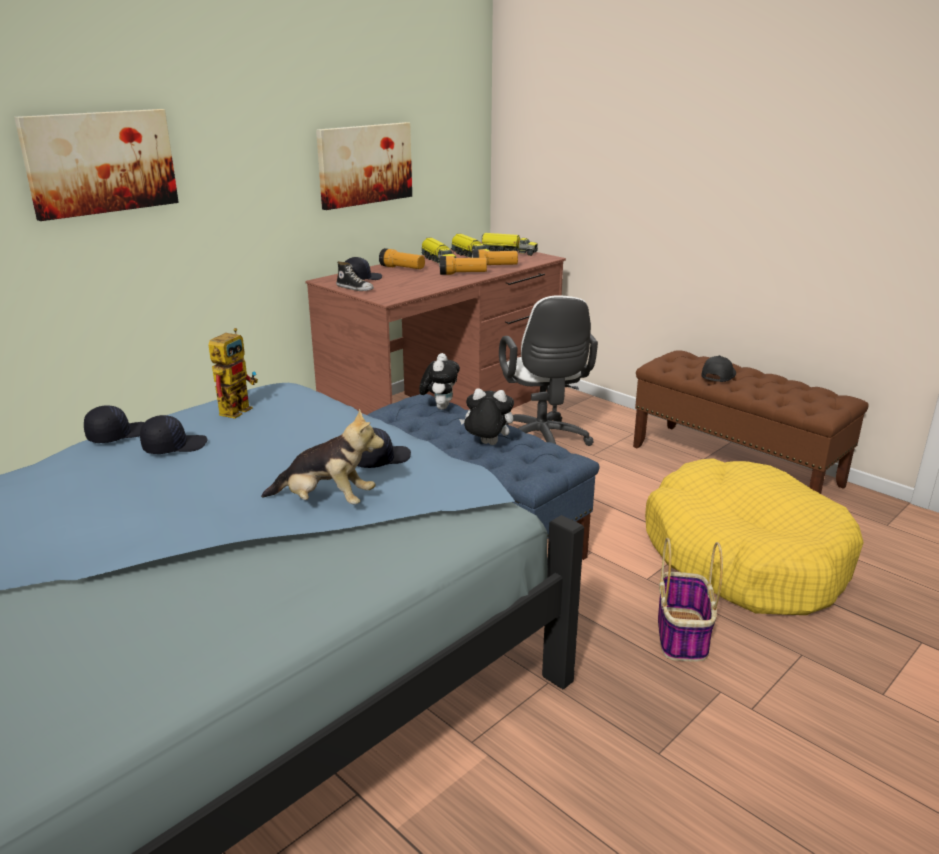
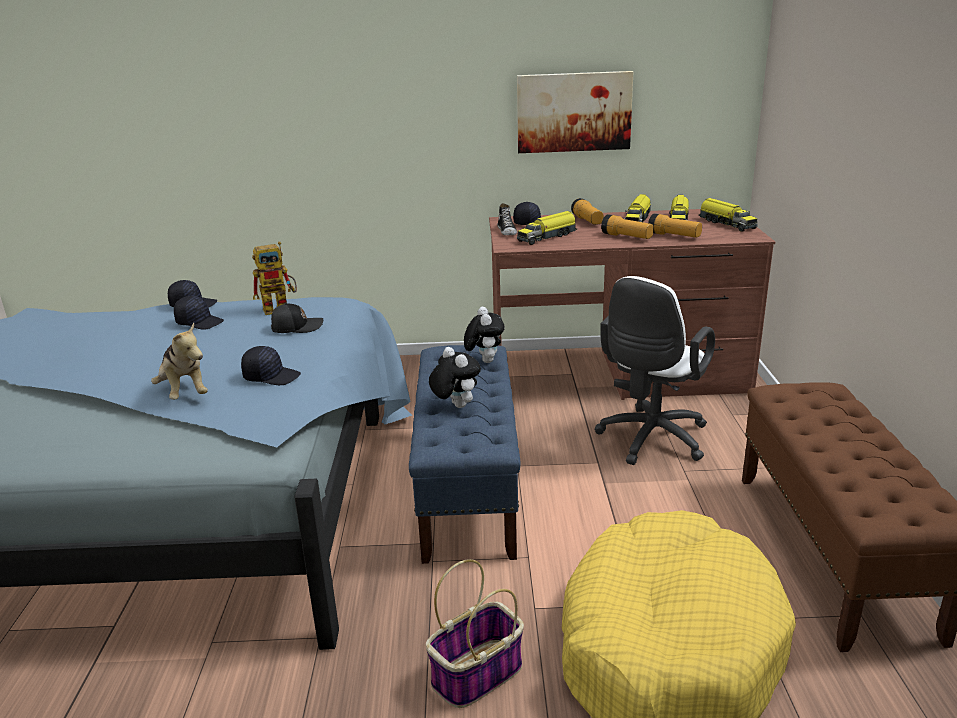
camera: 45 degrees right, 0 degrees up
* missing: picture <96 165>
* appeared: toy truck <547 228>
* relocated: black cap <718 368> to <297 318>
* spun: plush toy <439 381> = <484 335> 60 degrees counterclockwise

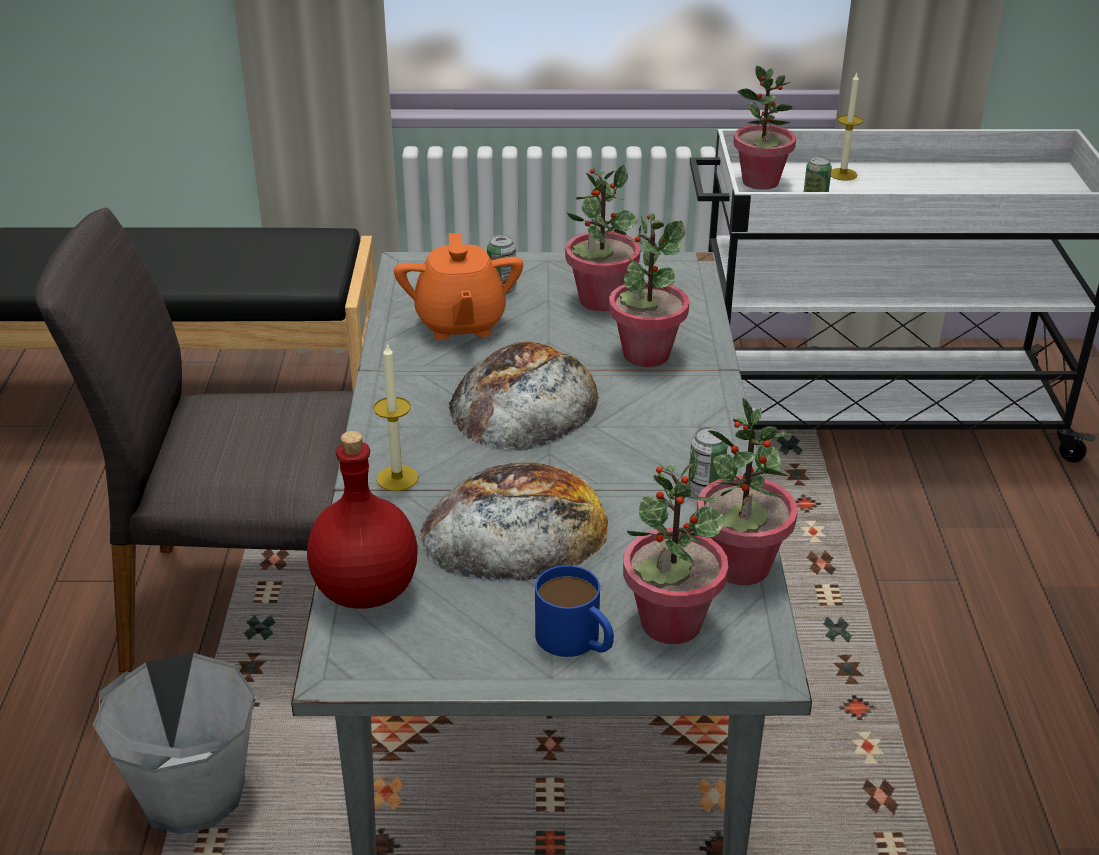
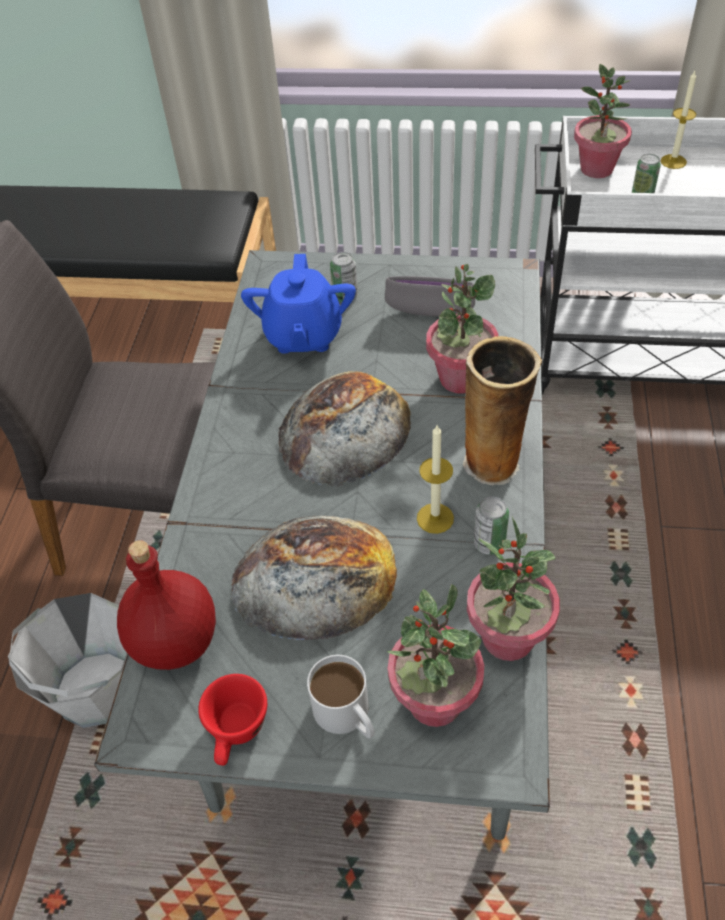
camera: 10 degrees right, 15 degrees up
* appeared: red cup <232 720>
* appeared: vase <502 410>
* relocated: candle <395 417> to <435 479>
* exchanged: potted plant <603 238> to grey bowl <430 296>
* colour: orange teapot <458 286> to blue teapot <298 304>
* colour: blue mug <574 611> to white mug <341 697>

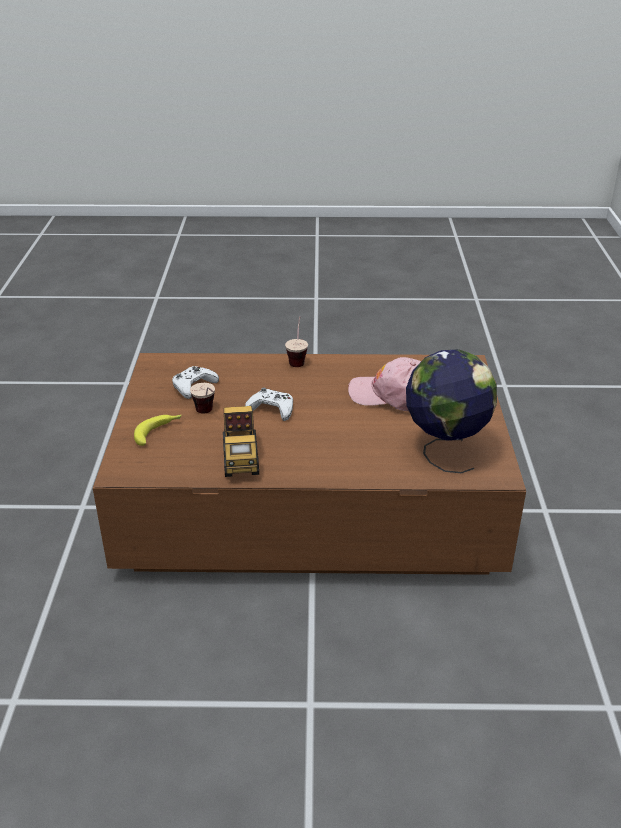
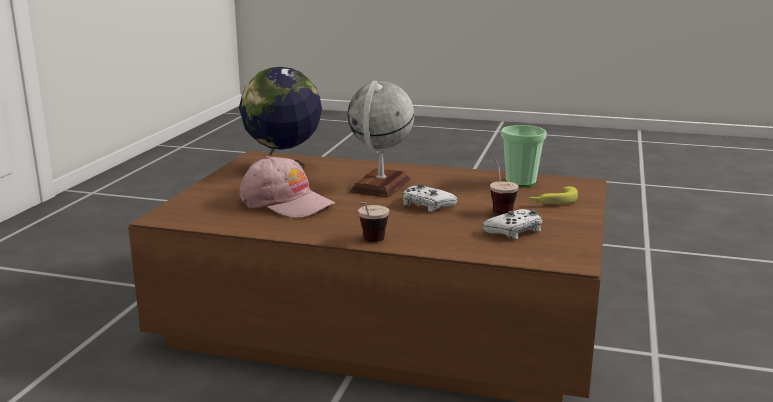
camera: 165 degrees left, 15 degrees down
* missing: toy truck <241 441>
* appeared: globe <380 138>
* appeared: cup <524 156>

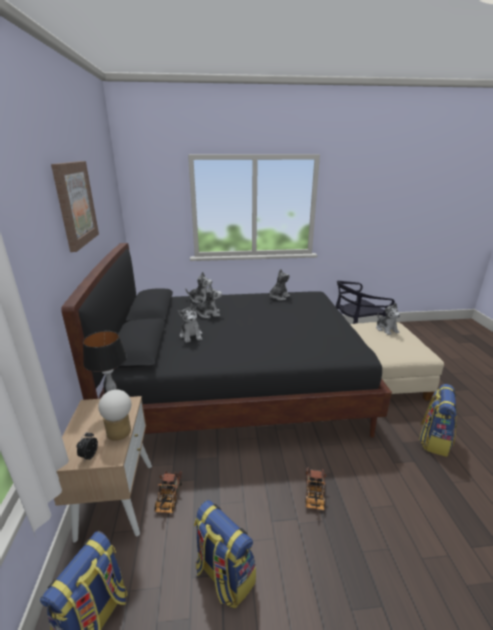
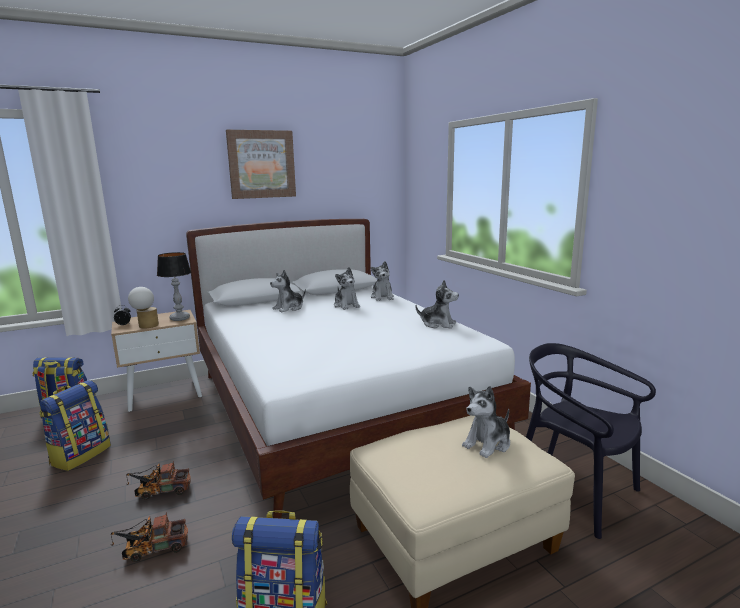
camera: 70 degrees right, 10 degrees down
* relocated: toy truck <168 493> to <149 537>
* colour: black bed <226 340> to white bed <358 369>

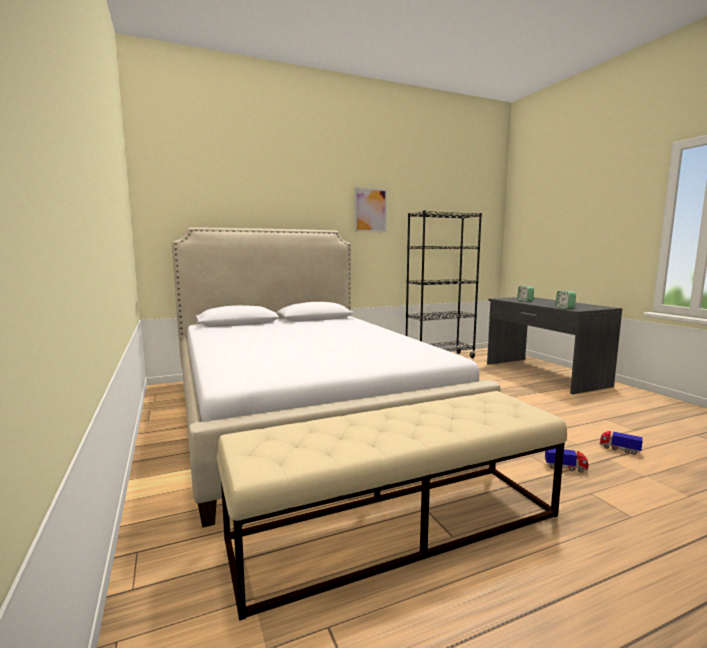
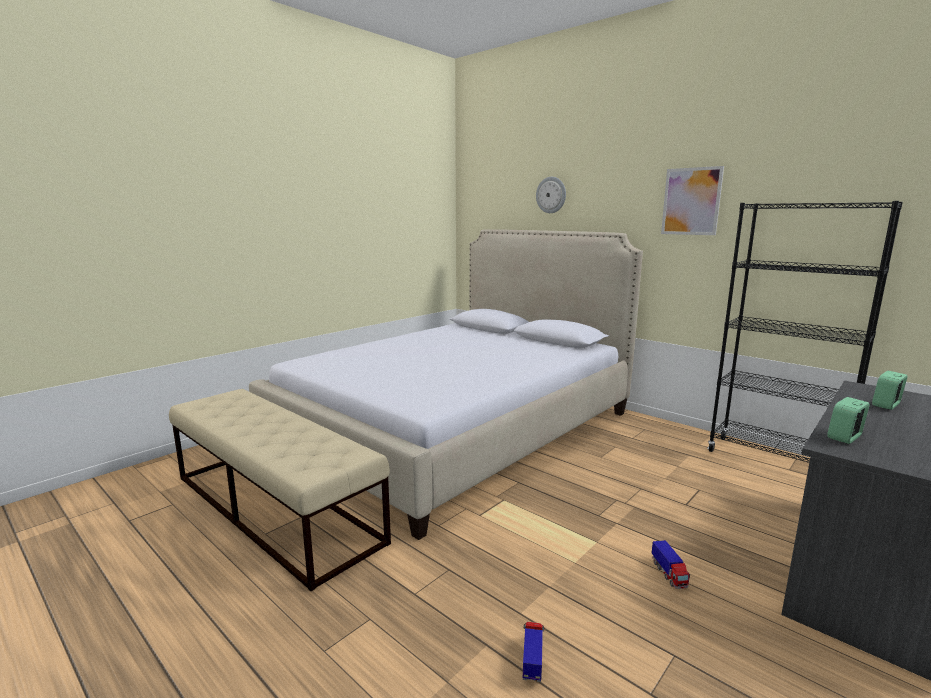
camera: 65 degrees right, 5 degrees up
* appeared: wall clock <551 195>
* relocated: toy truck <566 460> to <671 564>

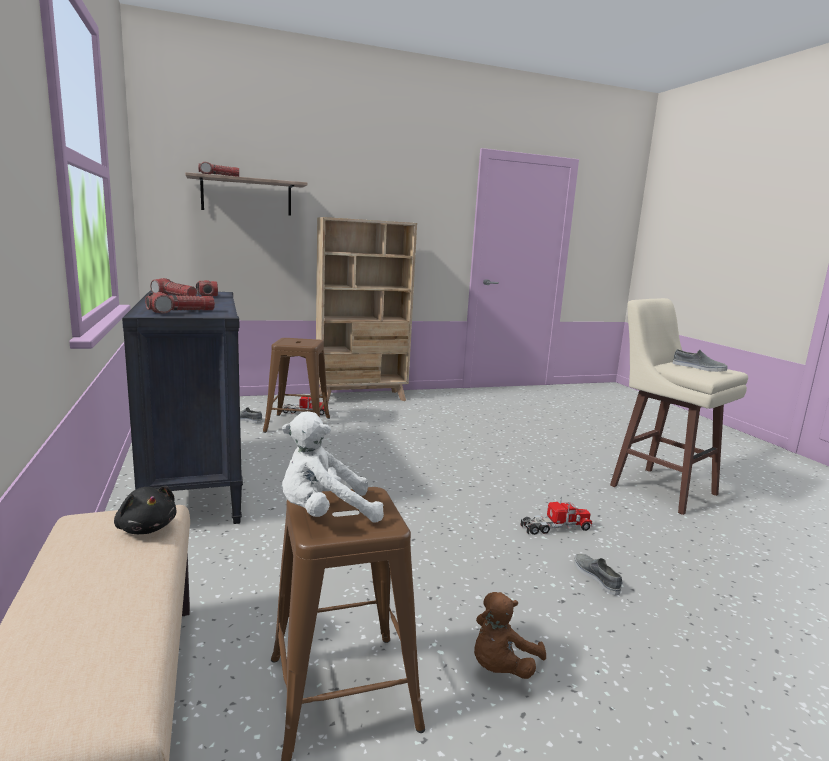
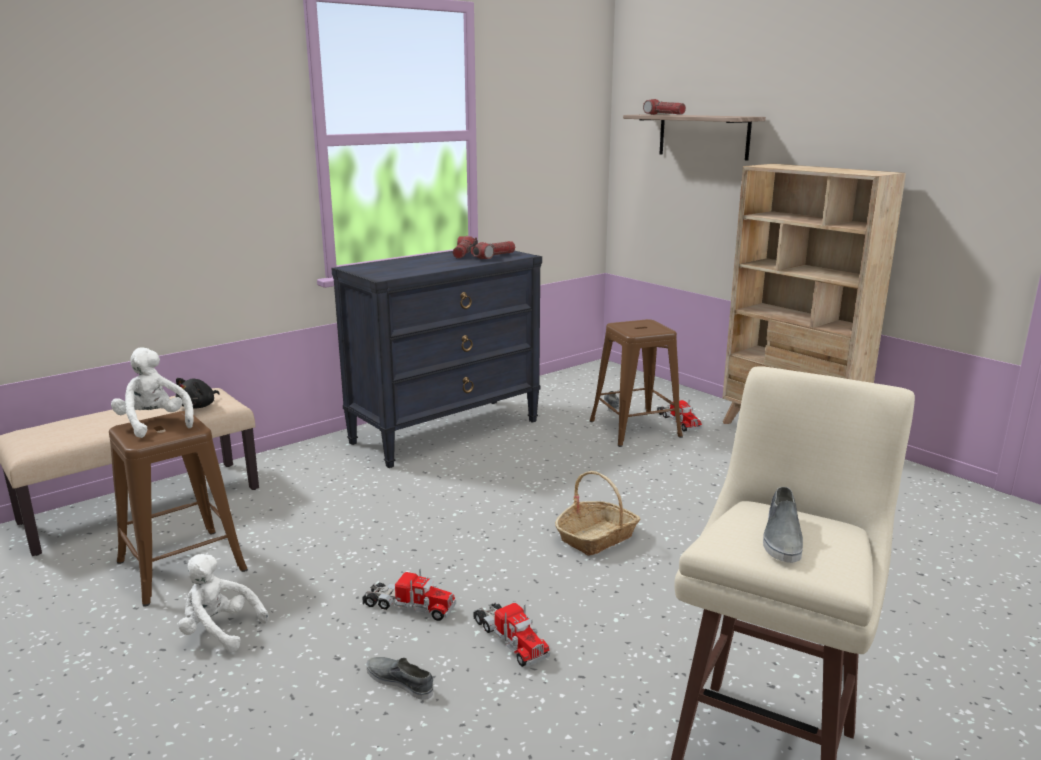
camera: 70 degrees right, 5 degrees up
* missing: flashlight <180 303>
* appeared: toy truck <409 594>
* appeared: basket <597 513>
* colour: brown plush toy <510 635> to white plush toy <223 603>
* spun: grey shoe <598 575> = <400 678> 105 degrees counterclockwise

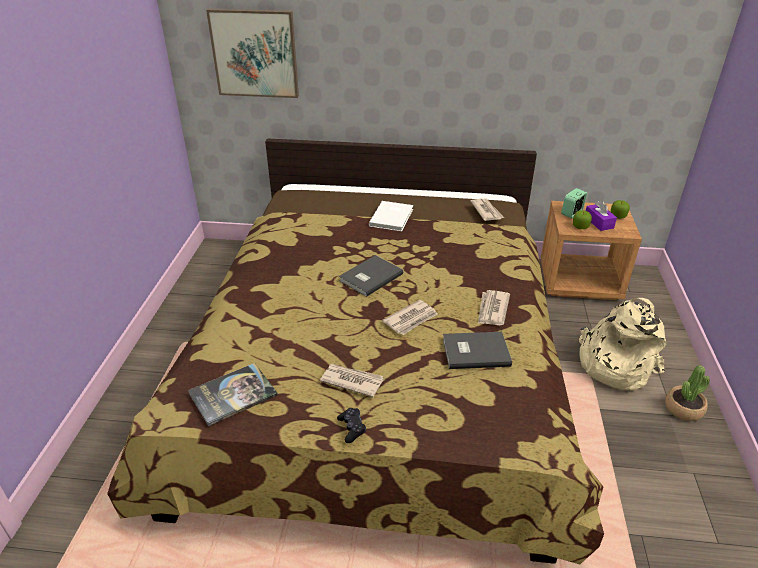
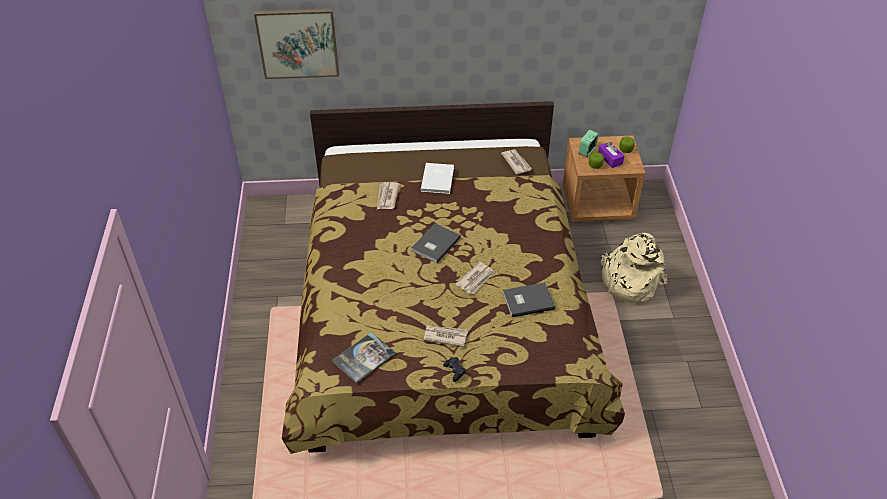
camera: 10 degrees left, 10 degrees up
* missing: potted plant <687 393>
* relocated: newspaper <494 307> to <388 195>

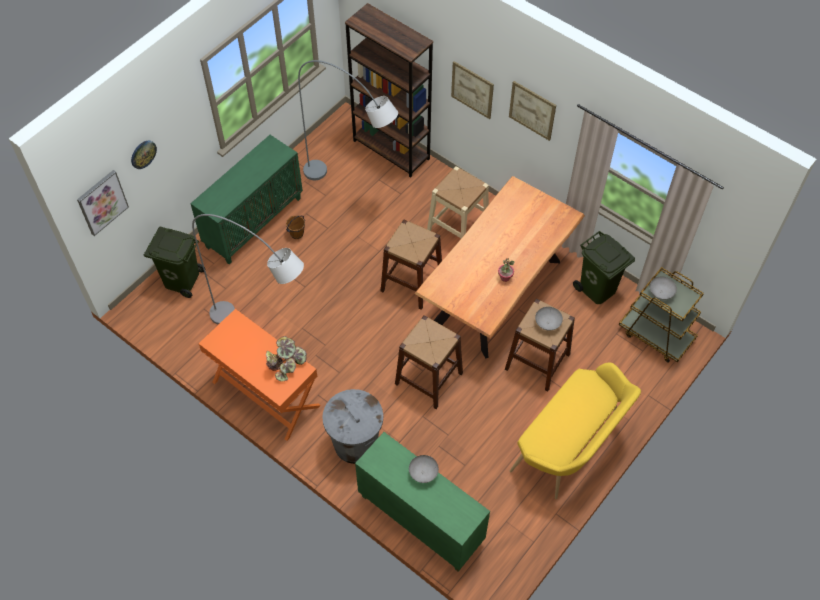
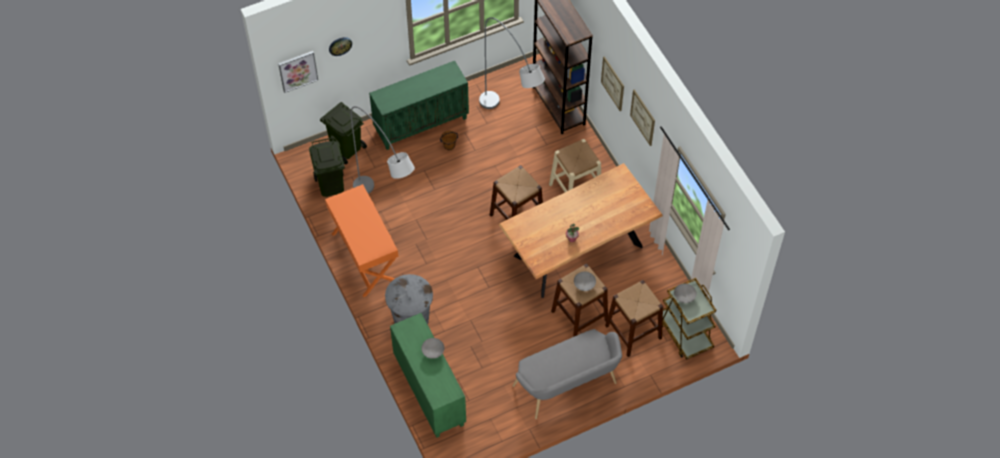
camera: 25 degrees right, 0 degrees up
* missing: potted plant <286 359>
* relocated: brown stool <429 362> to <634 318>
* relocated: green trash can <604 267> to <327 167>
* colour: yellow bench <575 430> to grey bench <567 374>

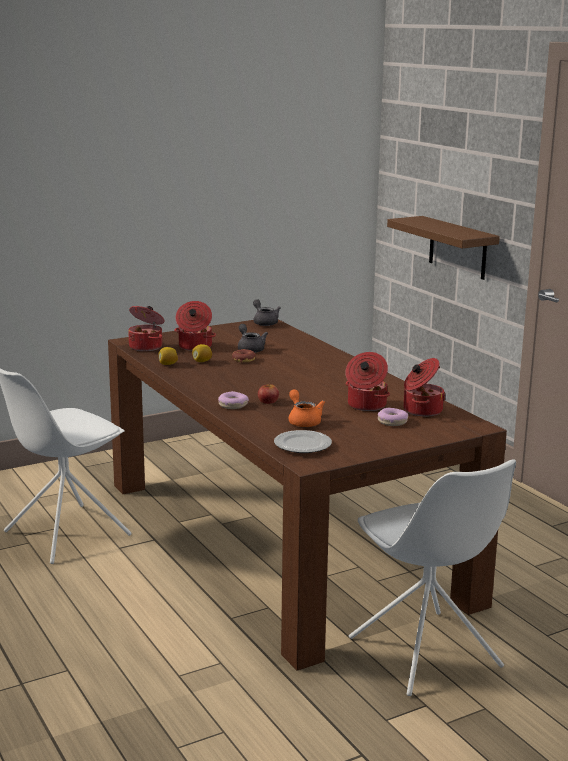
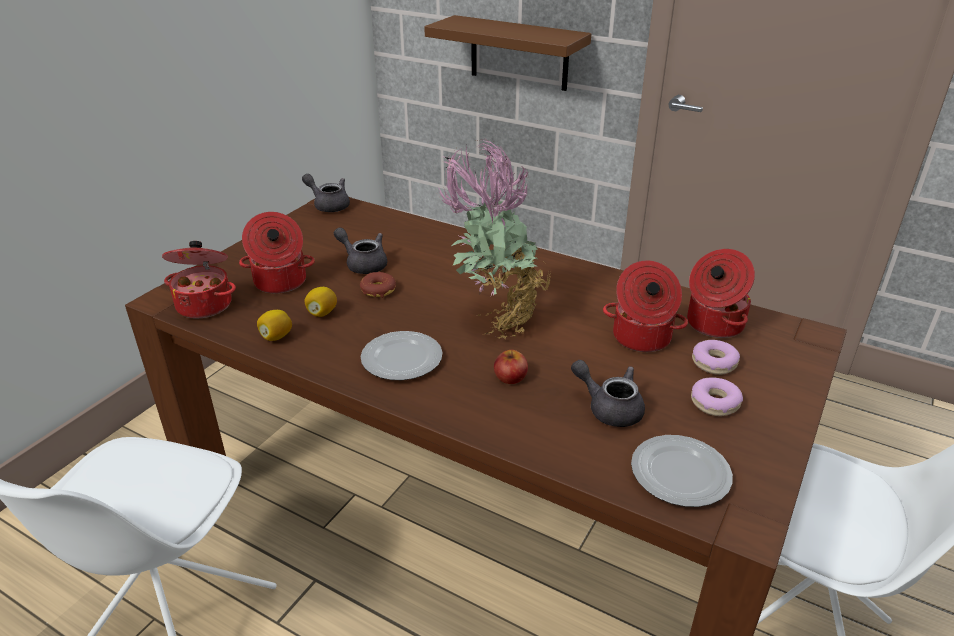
camera: 30 degrees left, 15 degrees up
* appeared: plate <402 355>
* appeared: potted plant <493 239>
* relocated: donut <233 400> to <717 396>
* colour: orange teapot <306 408> to grey teapot <608 393>

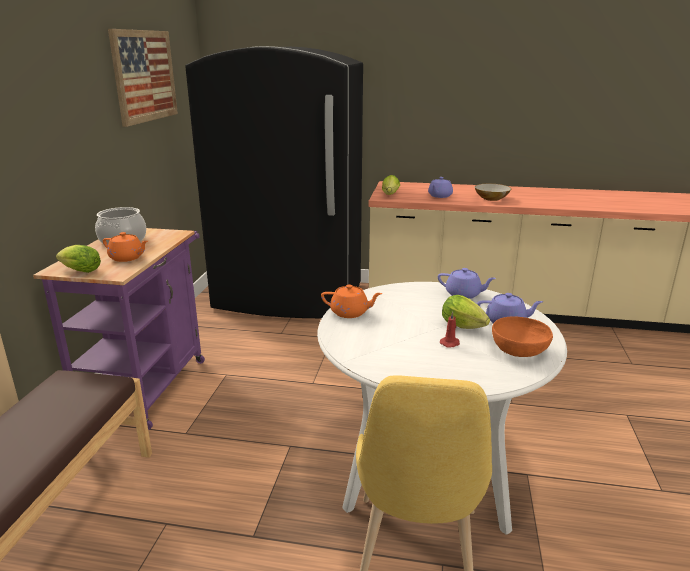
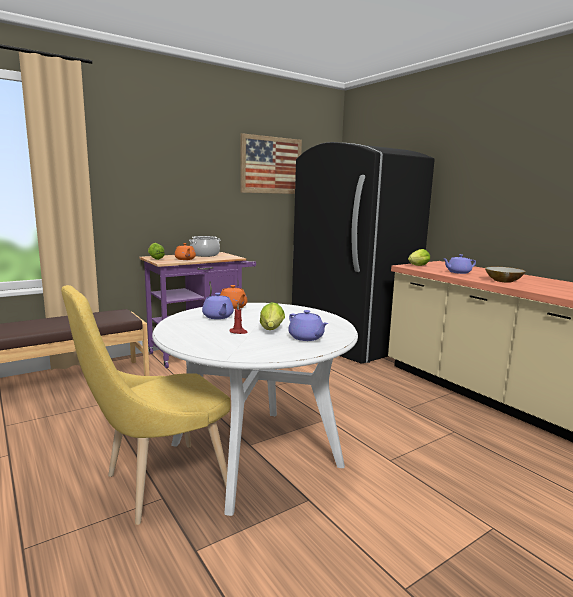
camera: 45 degrees right, 10 degrees down
* missing: orange bowl <522 337>
* relocated: purple teapot <467 283> to <218 306>

